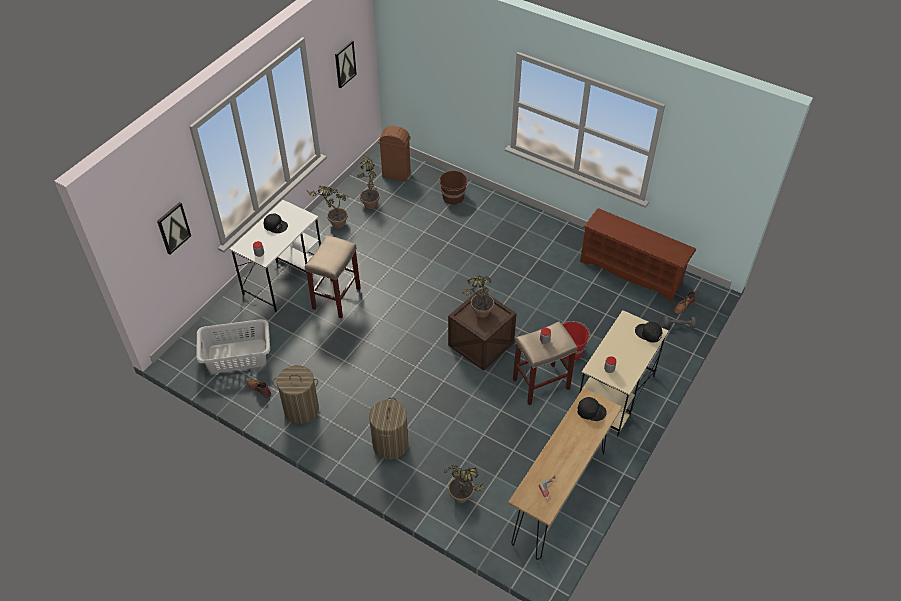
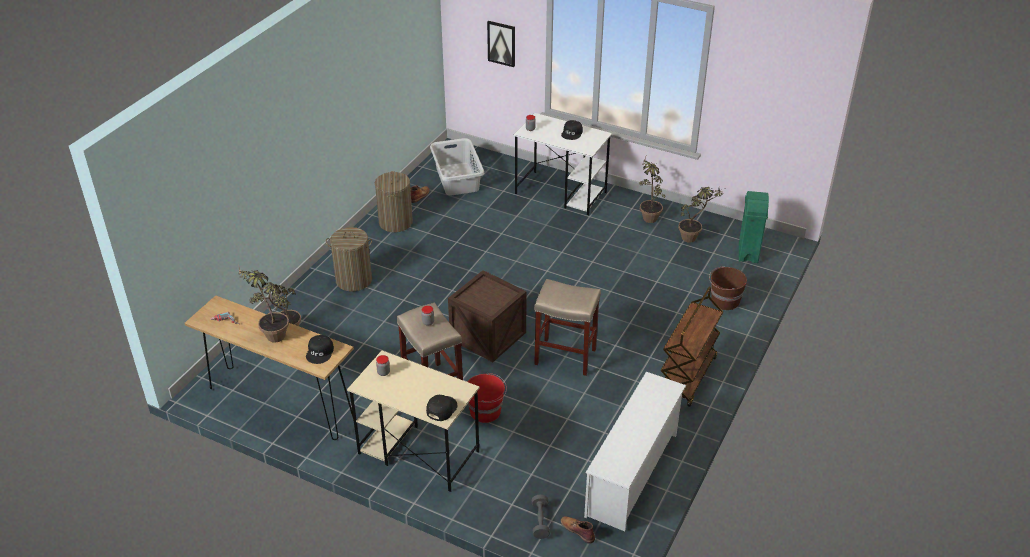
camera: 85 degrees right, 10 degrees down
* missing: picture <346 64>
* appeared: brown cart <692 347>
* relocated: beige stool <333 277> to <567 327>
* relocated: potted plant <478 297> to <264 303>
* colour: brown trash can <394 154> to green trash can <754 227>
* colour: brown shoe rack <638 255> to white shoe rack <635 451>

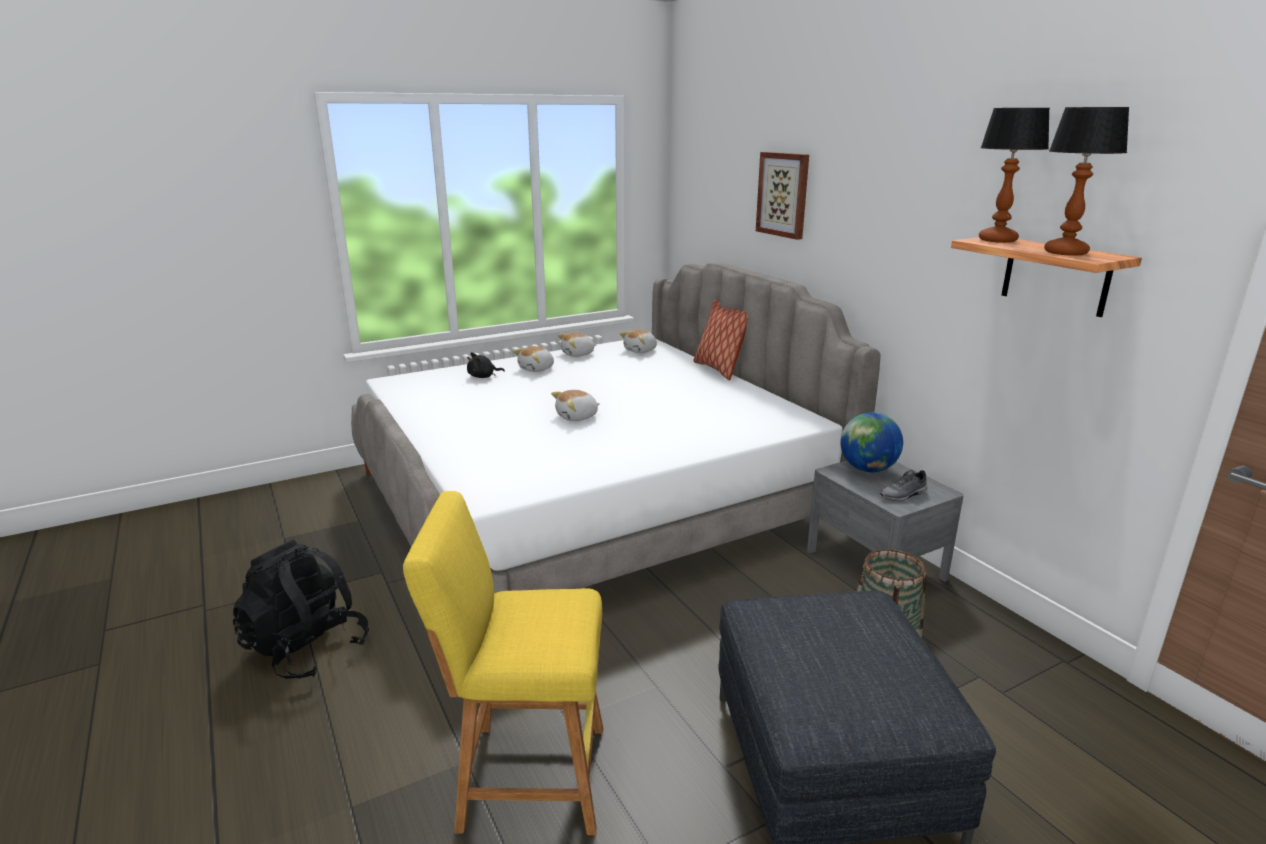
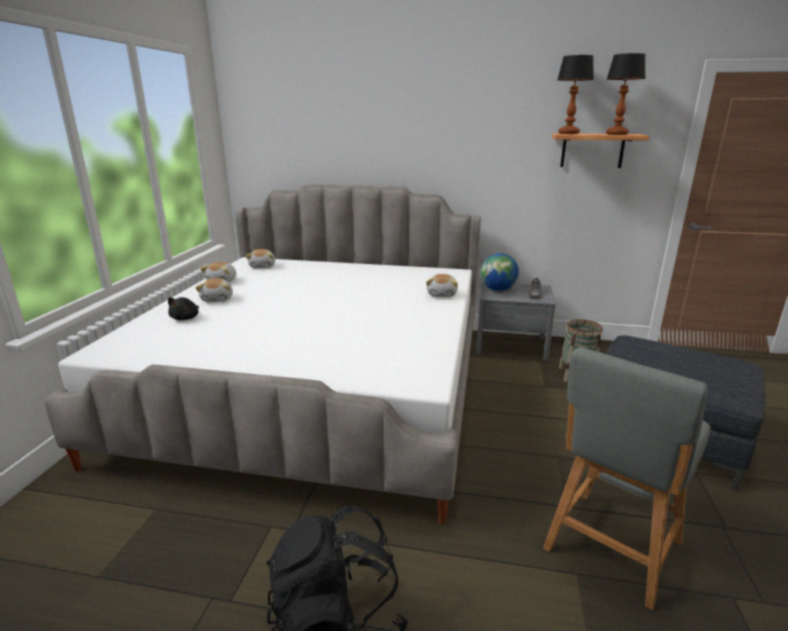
camera: 50 degrees left, 0 degrees up
* missing: pillow <720 339>
* missing: picture <782 196>
* relocated: plush toy <575 405> to <442 285>
* colour: yellow stool <503 663> to grey stool <627 478>

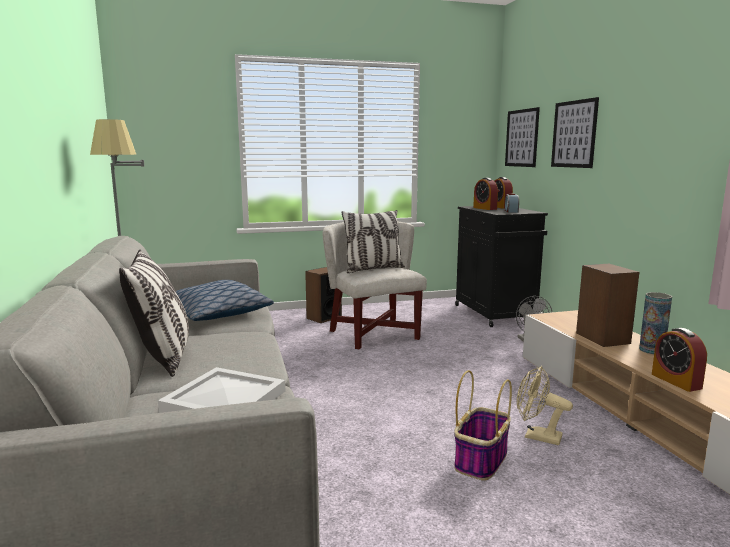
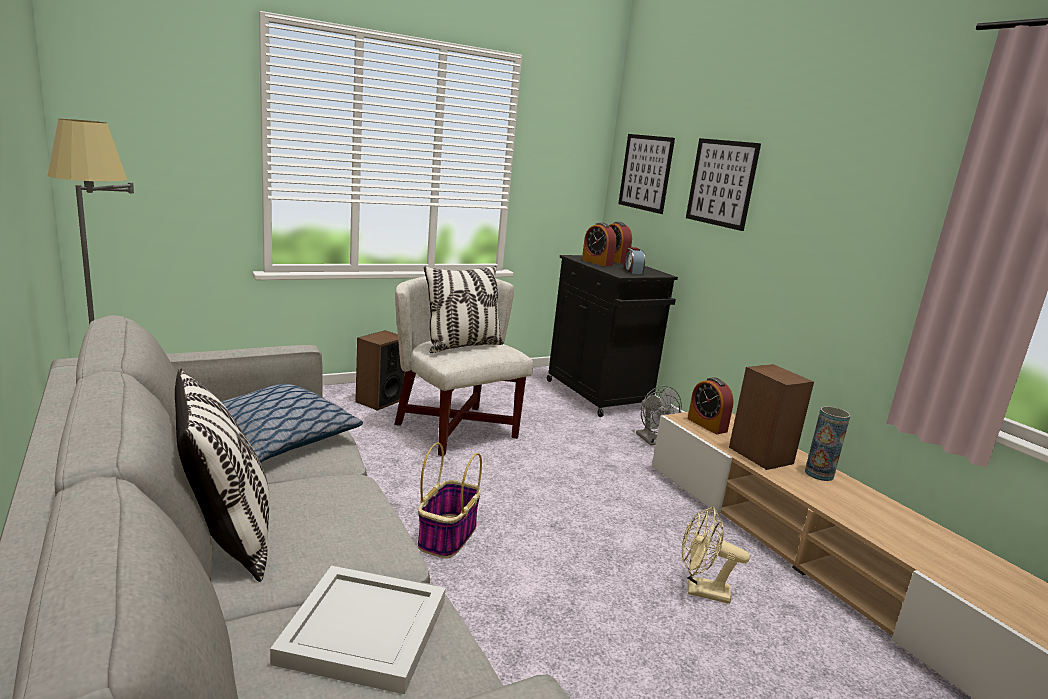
camera: 15 degrees left, 5 degrees up
* relocated: basket <483 425> to <450 500>
* relocated: alarm clock <679 360> to <711 405>

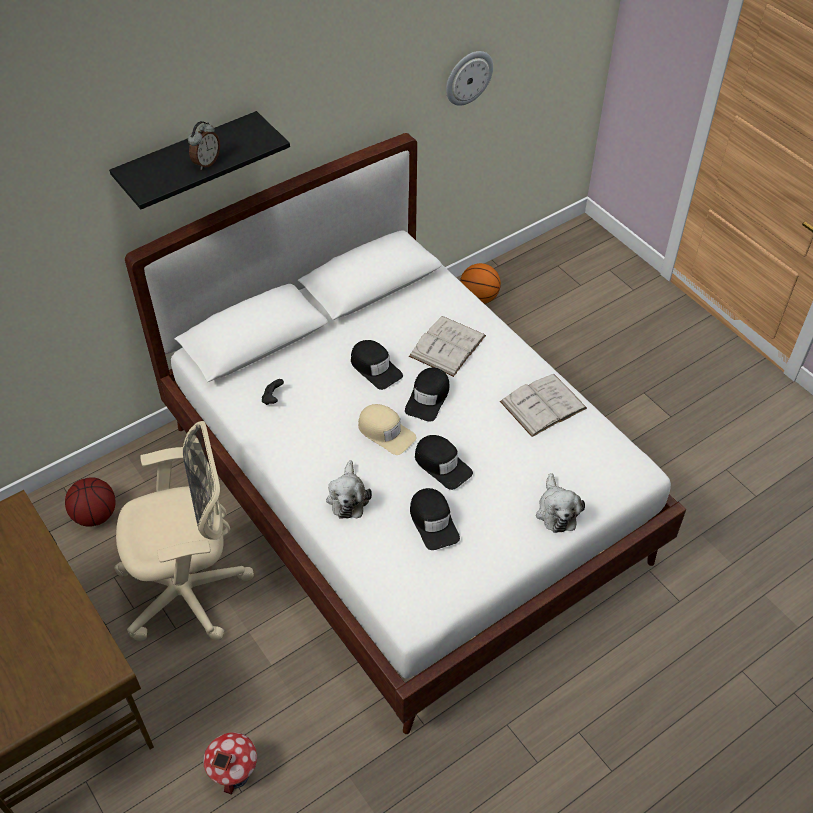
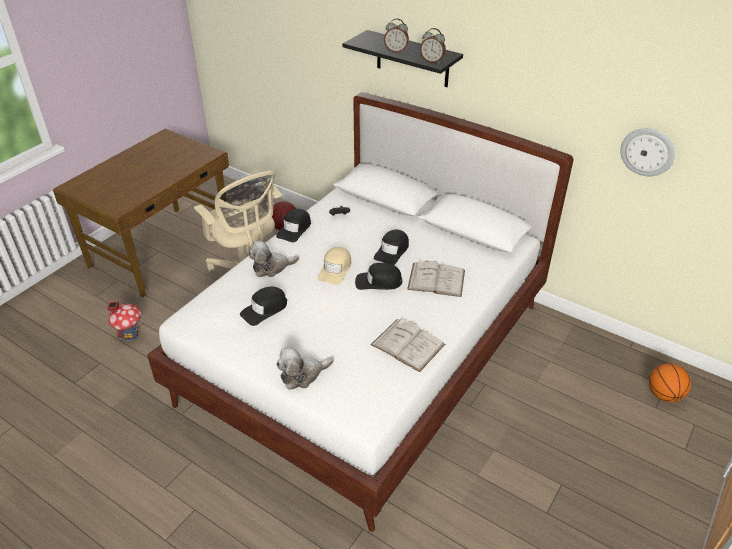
camera: 70 degrees right, 10 degrees down
* appeared: alarm clock <433 45>
* relocated: black cap <444 462> to <293 225>
* relocated: basketball <480 283> to <670 382>

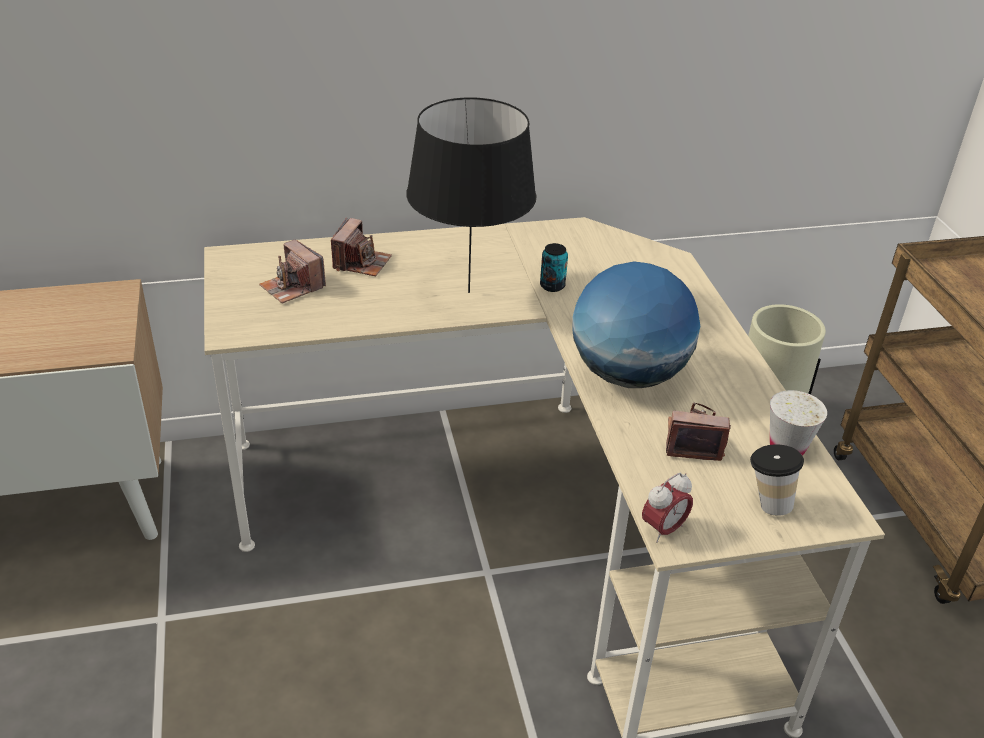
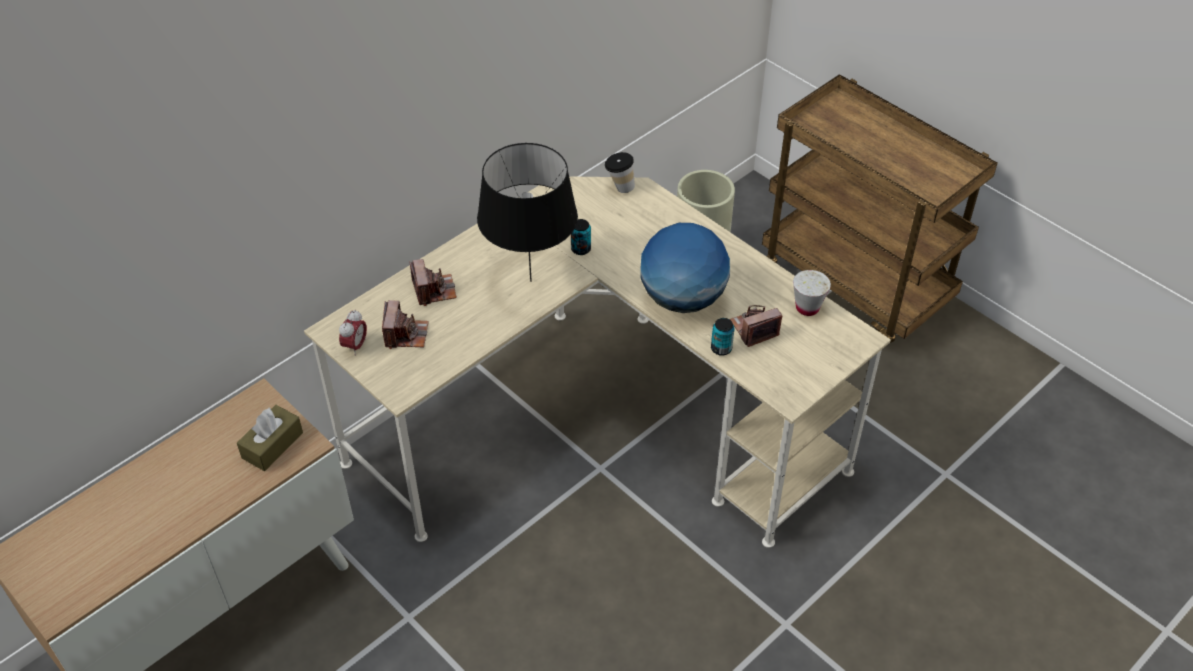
camera: 30 degrees left, 10 degrees up
* appeared: brown tissue box <270 438>
* appeared: can <722 337>
* relocated: alarm clock <667 508> to <353 332>
* relocated: cup <777 480> to <620 172>
* spun: photo camera <292 271> = <405 324> 105 degrees counterclockwise

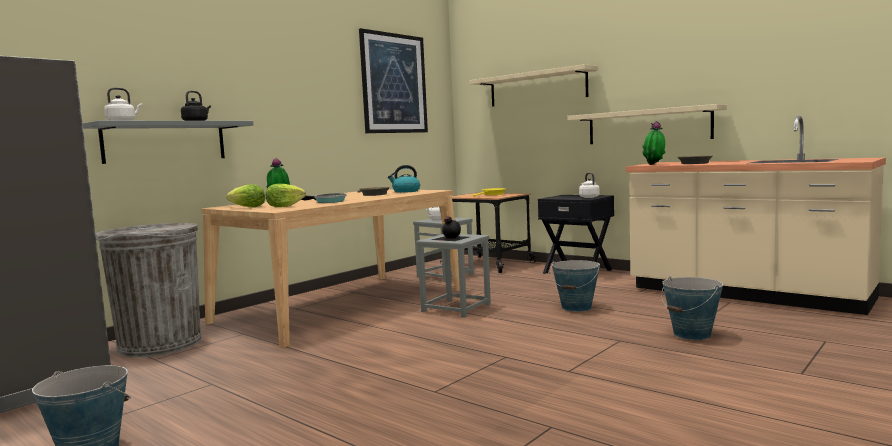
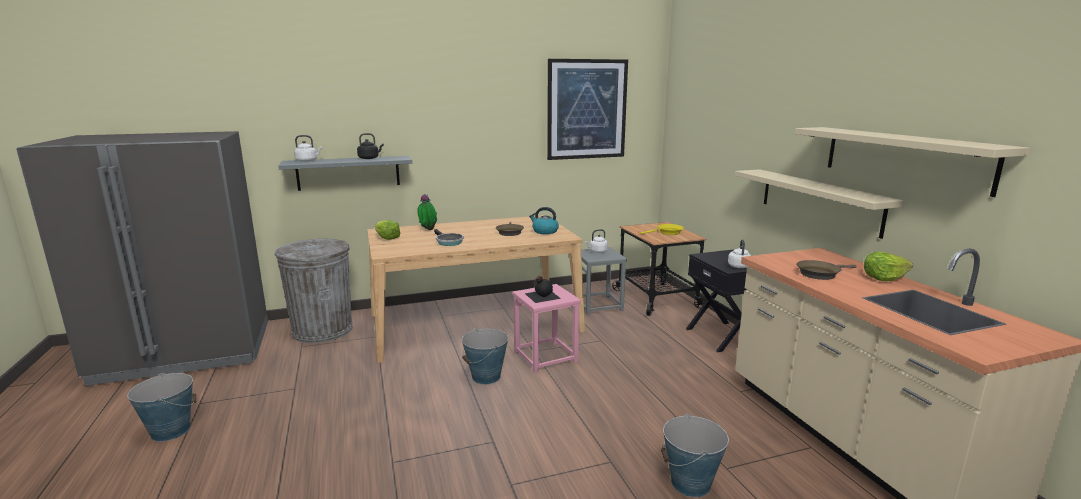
camera: 30 degrees right, 10 degrees up
* missing: potted plant <654 143>
* relocated: lettuce <286 195> to <888 266>
* relocated: beige shelf <534 85> to <912 162>
* relocated: bucket <575 286> to <485 356>
* colour: grey stool <453 276> to pink stool <546 328>

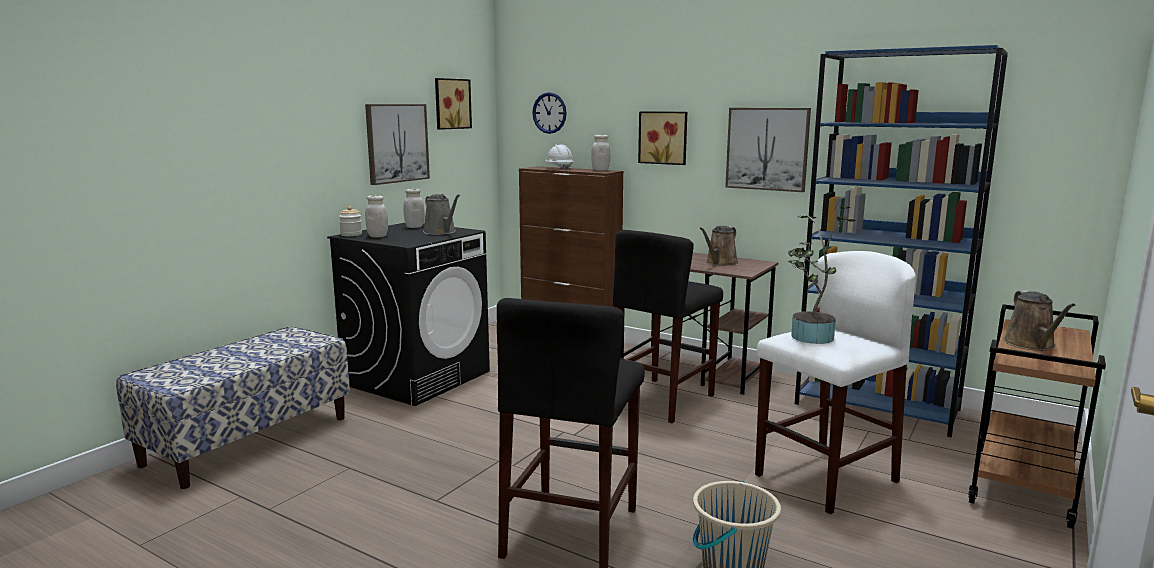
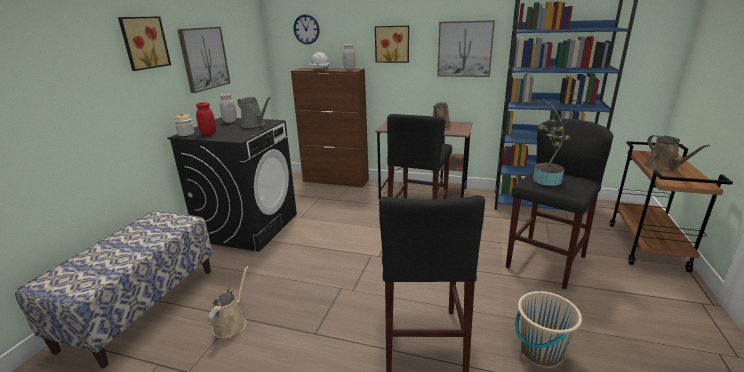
camera: 15 degrees left, 10 degrees up
* appeared: beige watering can <228 302>
* relocated: picture <453 104> to <144 43>
* colour: white jar <376 216> to red jar <206 119>
* colour: white stool <835 382> to black stool <559 204>

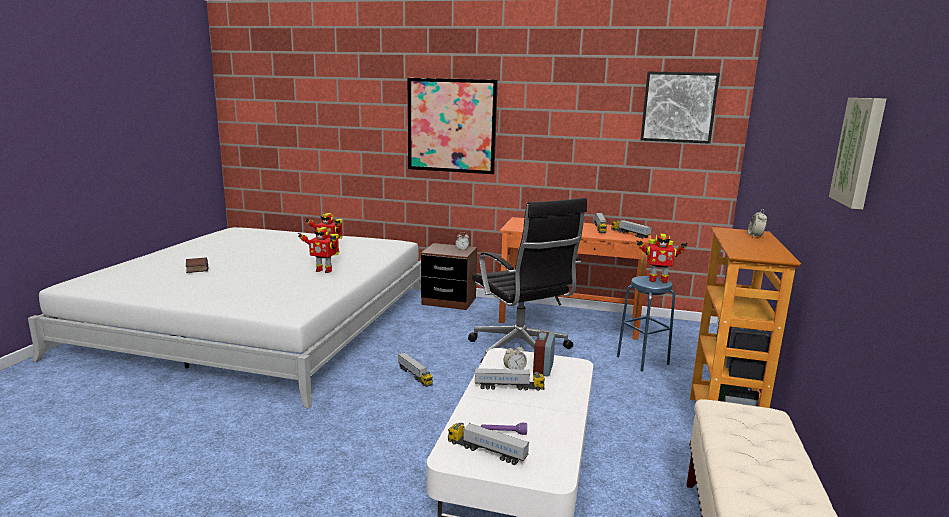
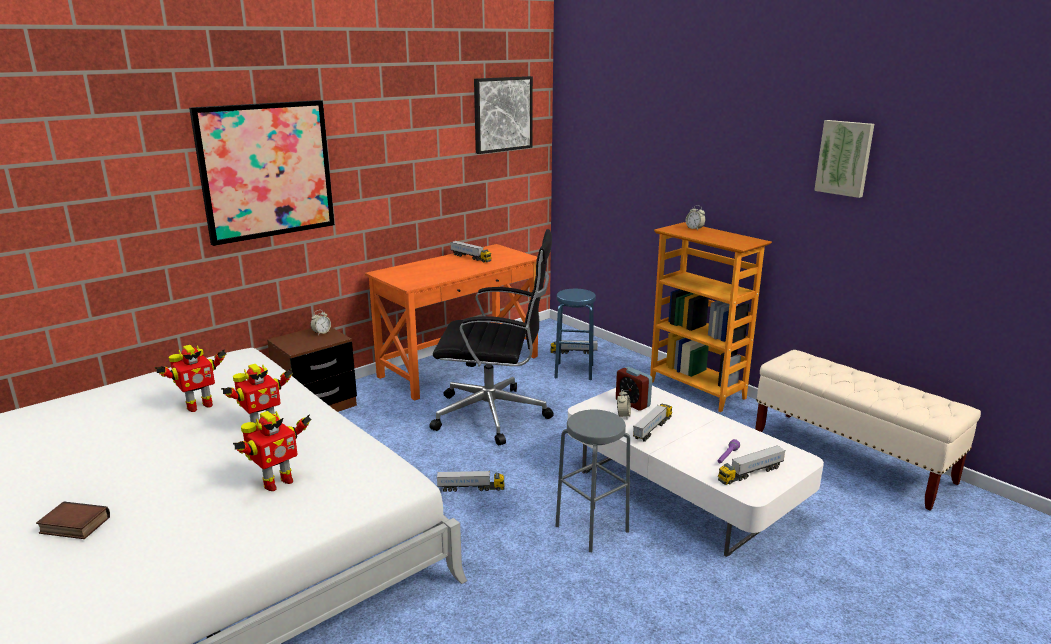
camera: 55 degrees left, 5 degrees up
* appeared: grey stool <592 481>
* relocated: toy truck <631 229> to <574 347>
* relocated: toy robot <662 258> to <272 451>

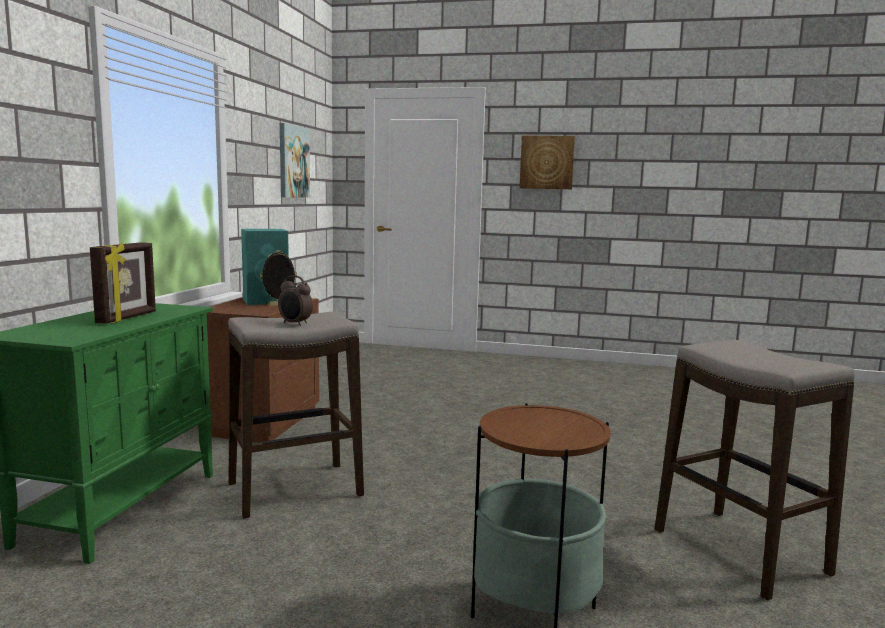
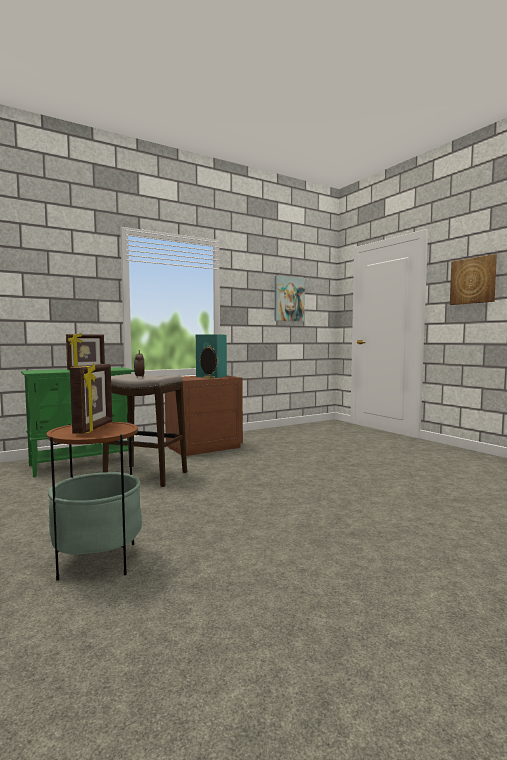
camera: 45 degrees right, 5 degrees down
* missing: stool <755 470>
* appeared: picture frame <91 398>

